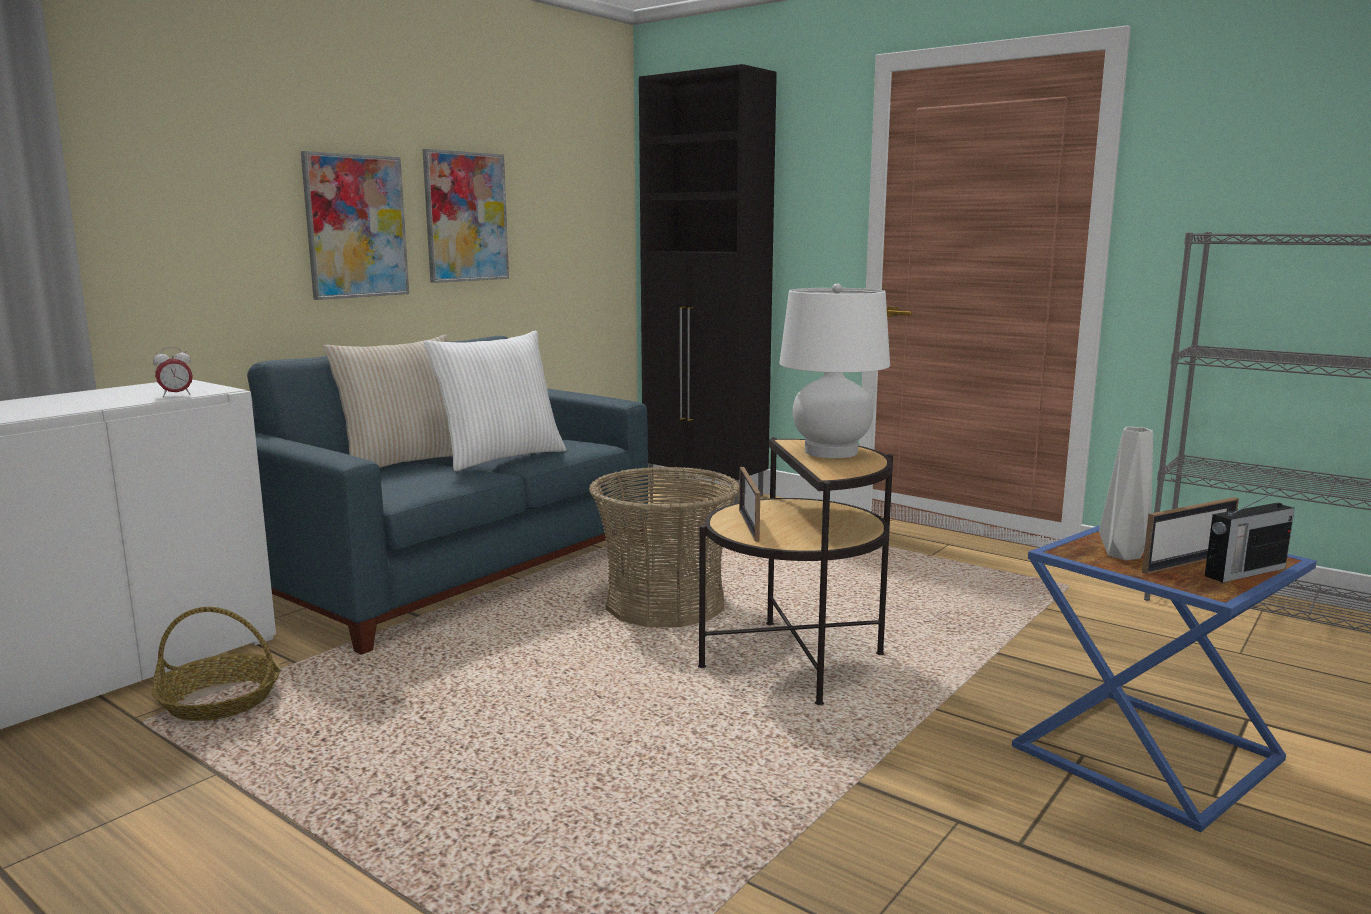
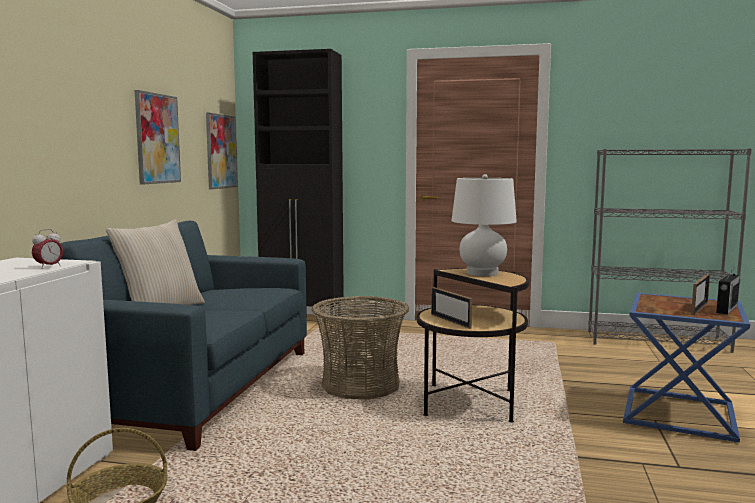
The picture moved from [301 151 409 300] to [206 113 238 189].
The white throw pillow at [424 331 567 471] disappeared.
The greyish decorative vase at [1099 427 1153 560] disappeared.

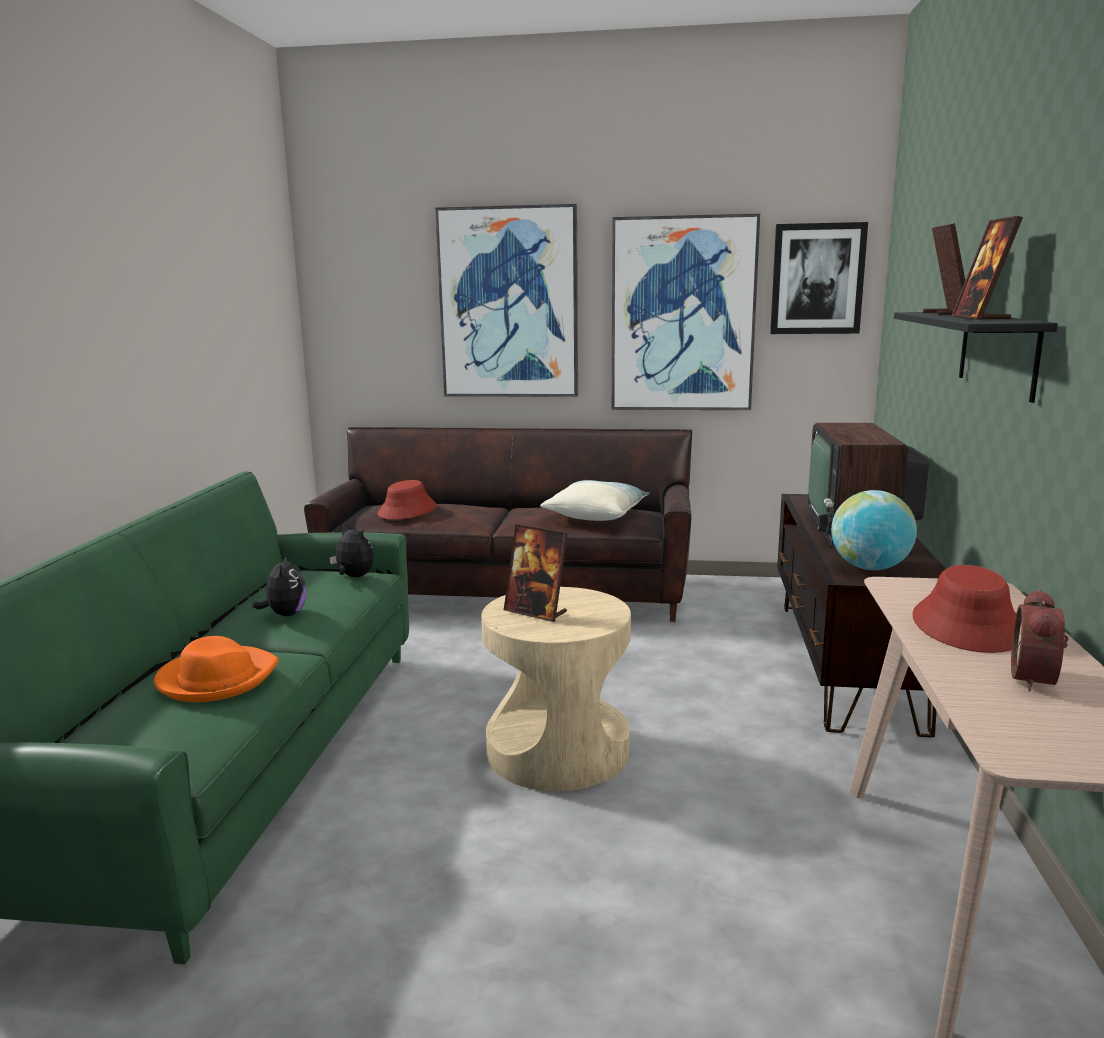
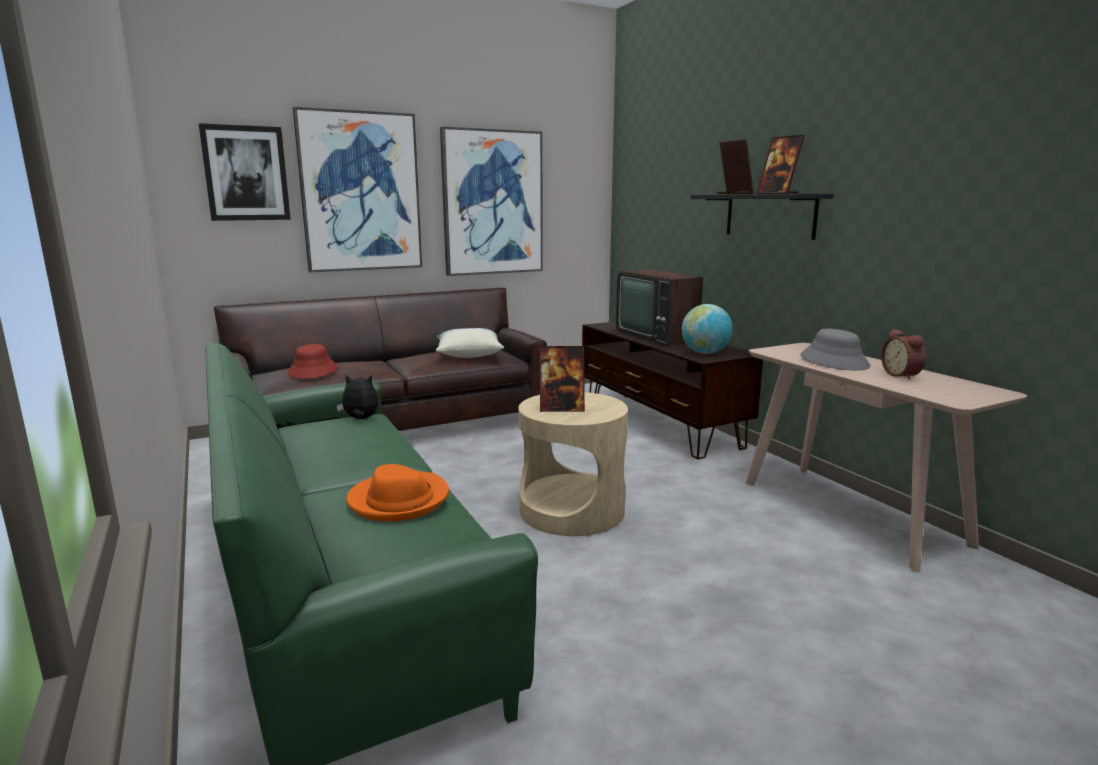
The cuddly toy at [252 554 306 616] disappeared.
The picture moved from [770 222 868 334] to [199 123 291 221].
The red-coloured wearable hat at [912 565 1016 653] became the greyish wearable hat at [800 329 871 370].

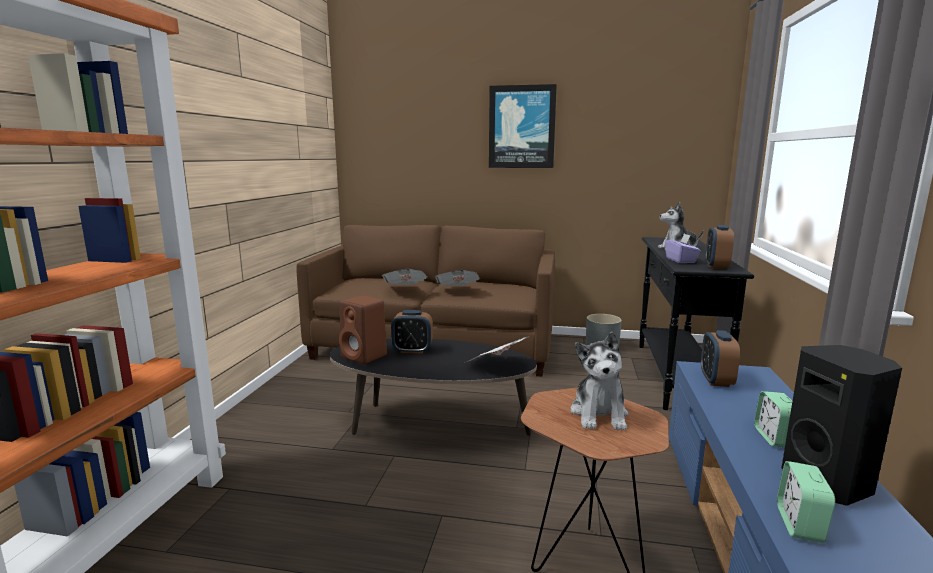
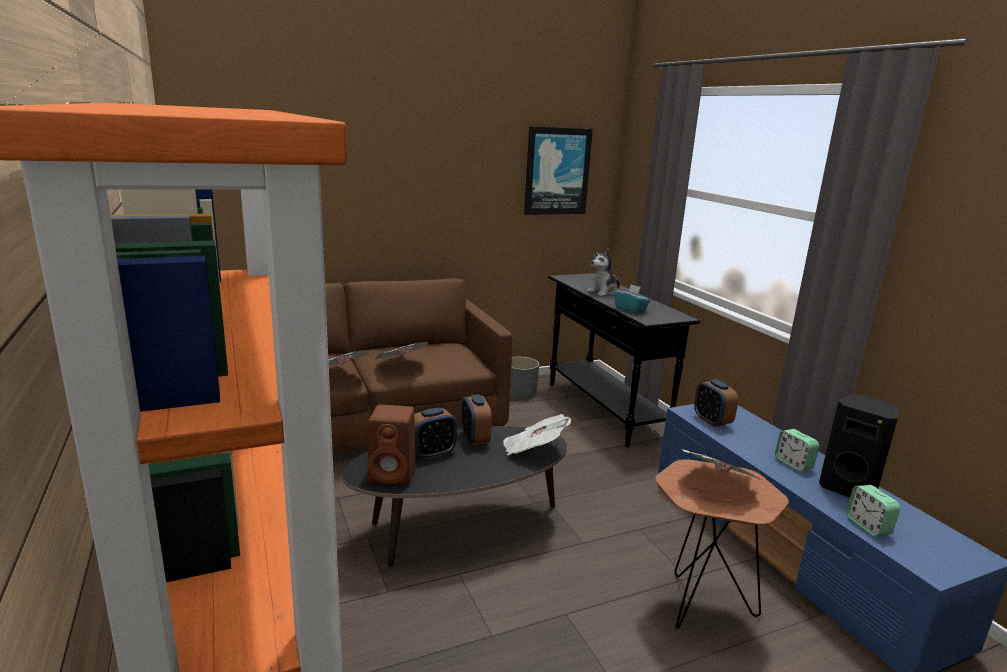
The picture moved from [489 84 557 168] to [524 126 593 215].
The cuddly toy at [570 332 629 430] was replaced by the newspaper at [681 449 761 480].
The purple-coloured tissue holder at [665 234 701 263] became the turquoise-coloured tissue holder at [614 284 650 314].
The table clock moved from [706 225 734 269] to [461 394 492 445].

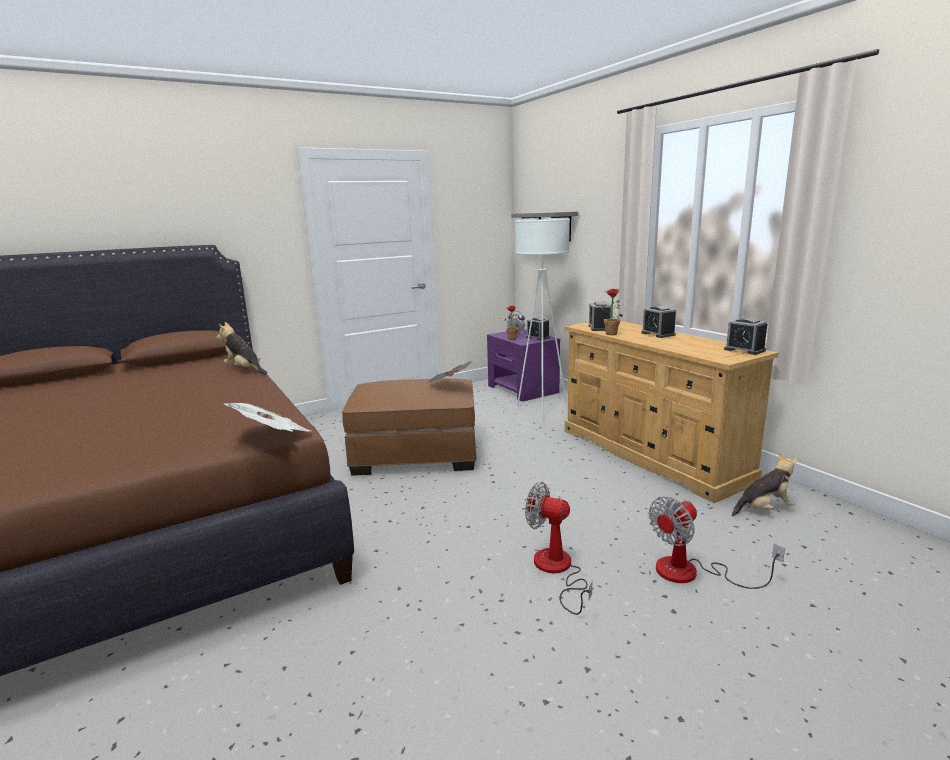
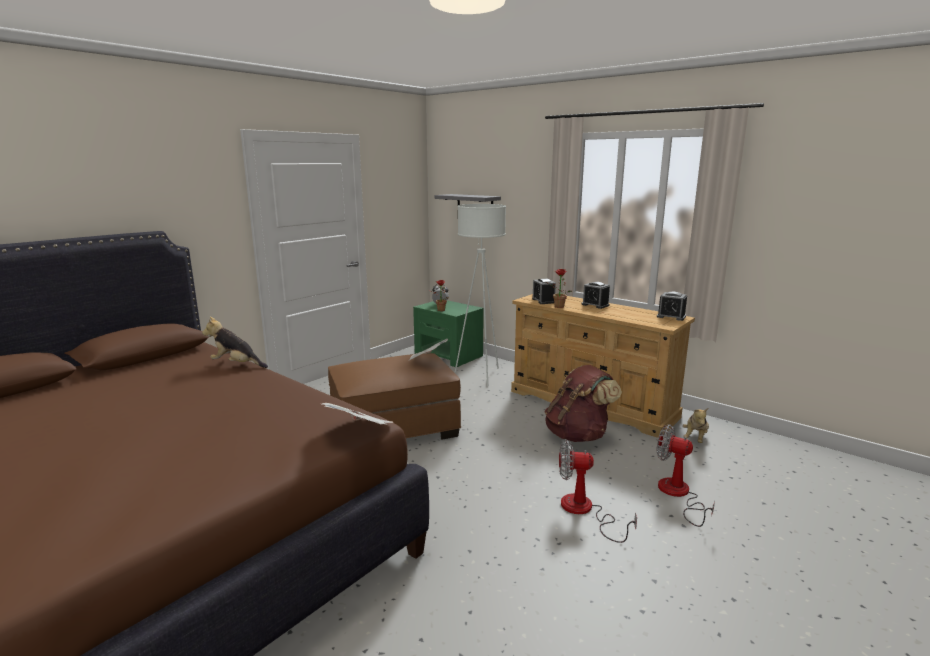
The purple-coloured night table at [487 329 560 402] became the greenish night table at [413 300 484 367].
The table clock at [526 317 550 340] disappeared.
The electric fan at [649 497 785 589] turned 90 degrees clockwise.
The cuddly toy at [732 453 798 516] turned 150 degrees clockwise.
The brownish knapsack at [545 365 622 442] appeared.

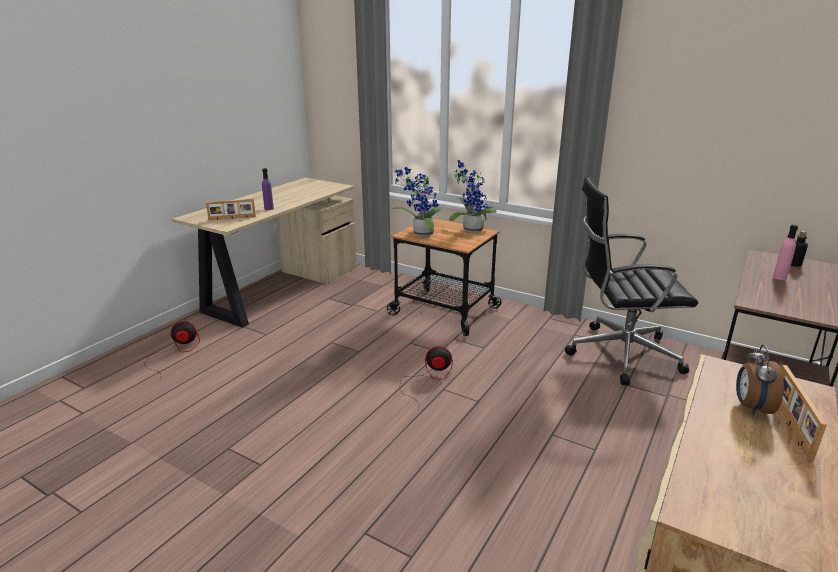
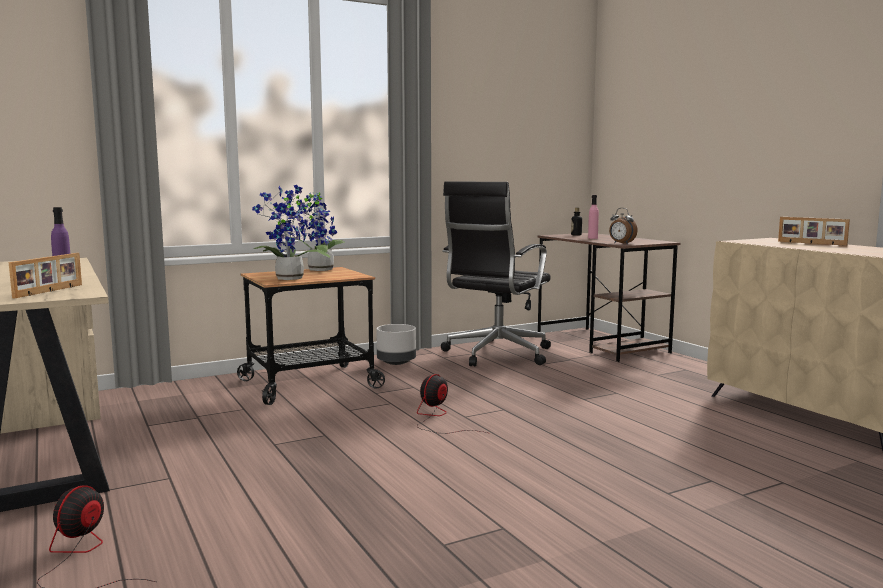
The table clock moved from [736 345 784 416] to [609 208 638 244].
The greyish flower pot at [376 324 416 365] appeared.

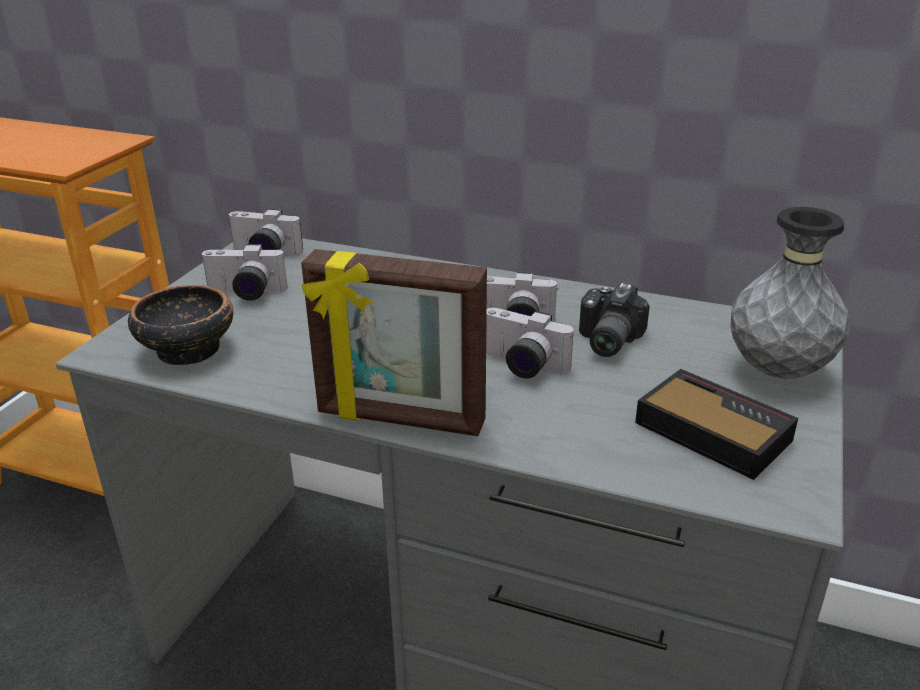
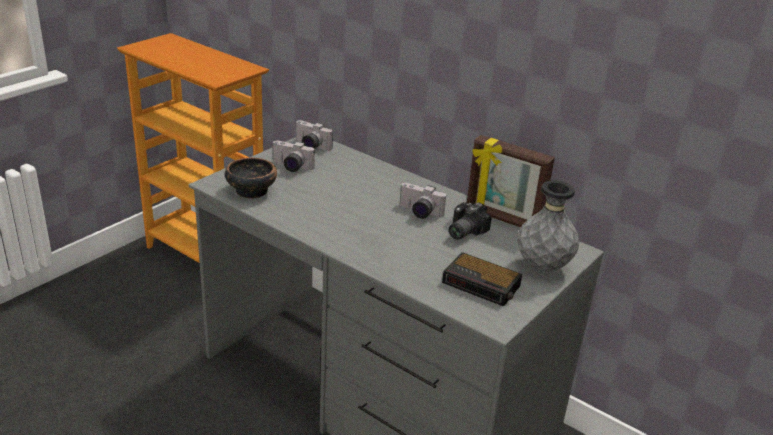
The standing frame moved from [301 249 487 436] to [467 135 555 227].
The still camera at [486 308 574 378] disappeared.
The table clock at [635 369 798 480] turned 150 degrees clockwise.

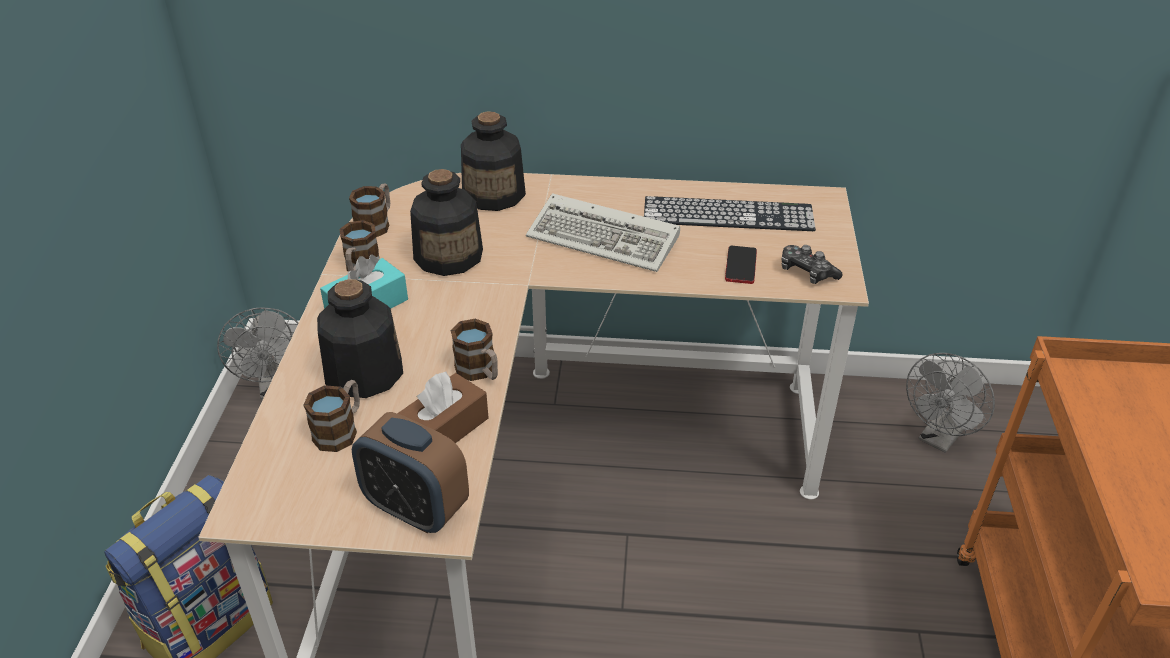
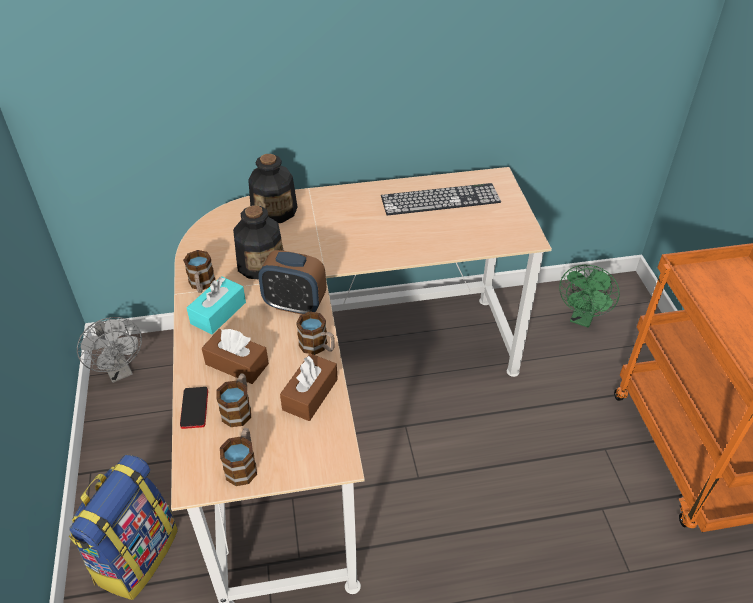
The drink bottle at [317 279 403 398] was replaced by the brownish tissue holder at [202 329 269 384].
The coffee mug moved from [349 184 390 237] to [220 428 257 486].
The table clock moved from [352 412 469 533] to [258 250 326 315].
The PC keyboard at [526 193 680 272] disappeared.
The handset moved from [725 245 757 284] to [180 387 208 429].
The gamepad at [781 245 843 284] disappeared.
The greyish electric fan at [906 353 995 453] became the greenish electric fan at [559 265 620 328].

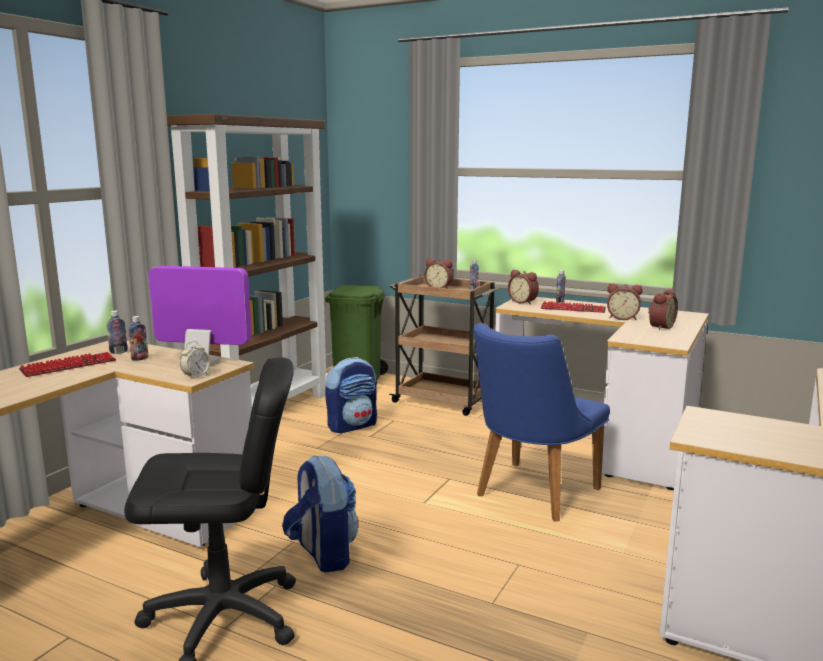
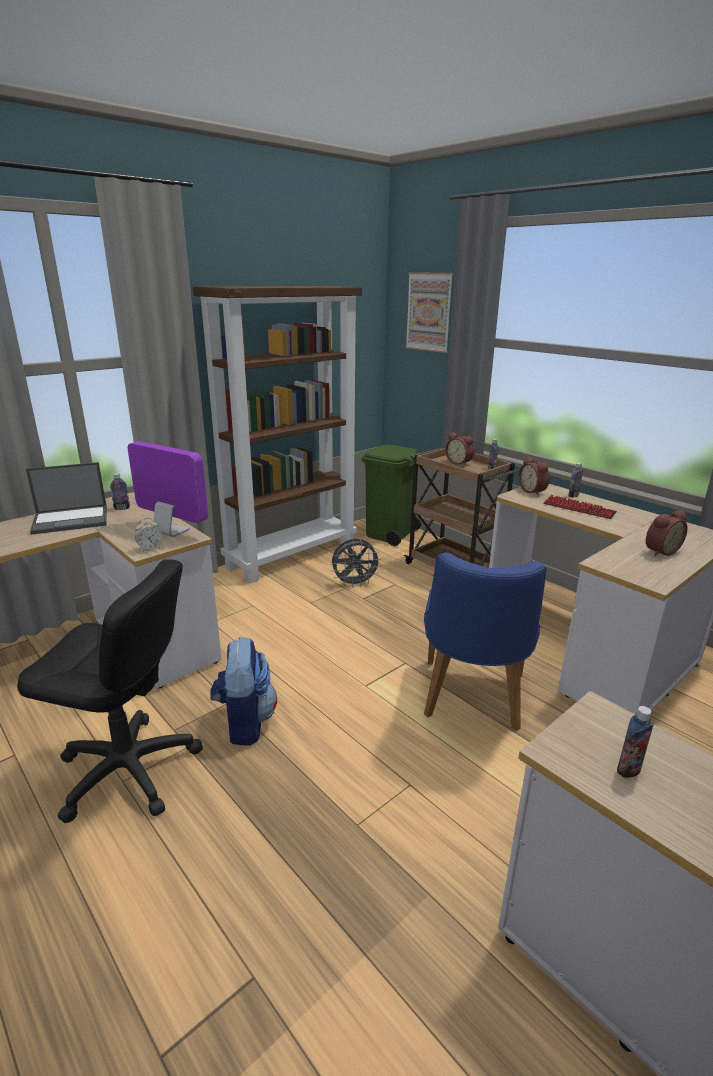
The PC keyboard at [19 352 116 377] was replaced by the portable computer at [26 462 107 535].
The drink bottle moved from [128 316 148 361] to [617 706 654 778].
The knapsack at [325 357 377 433] was replaced by the greyish electric fan at [331 539 382 588].
The blue-coloured plain chair at [474 323 610 521] turned 45 degrees counterclockwise.
The table clock at [607 283 643 320] disappeared.
The picture at [405 273 453 353] appeared.

